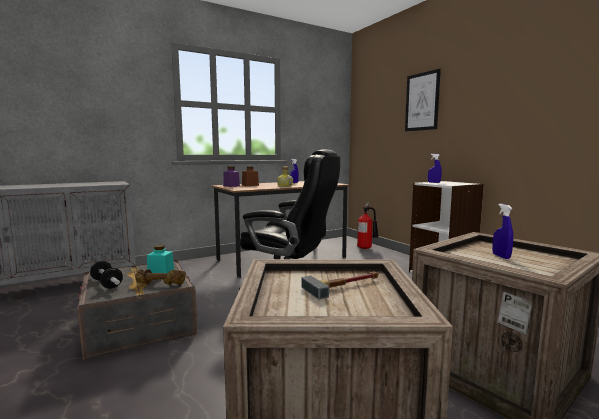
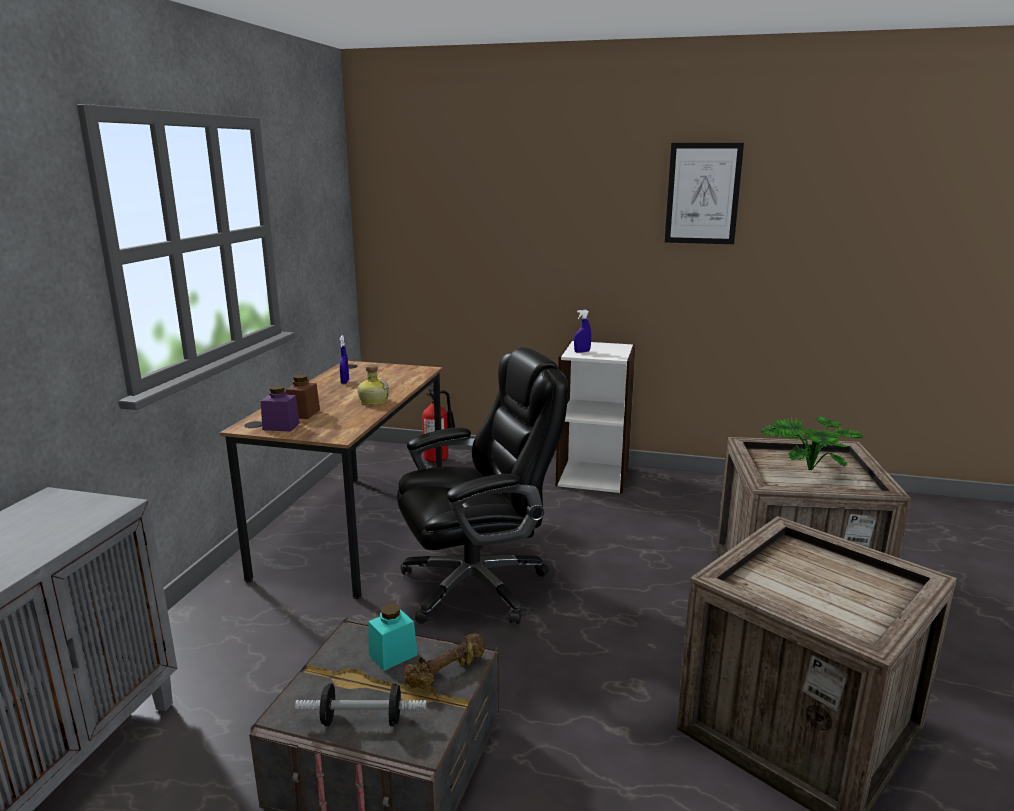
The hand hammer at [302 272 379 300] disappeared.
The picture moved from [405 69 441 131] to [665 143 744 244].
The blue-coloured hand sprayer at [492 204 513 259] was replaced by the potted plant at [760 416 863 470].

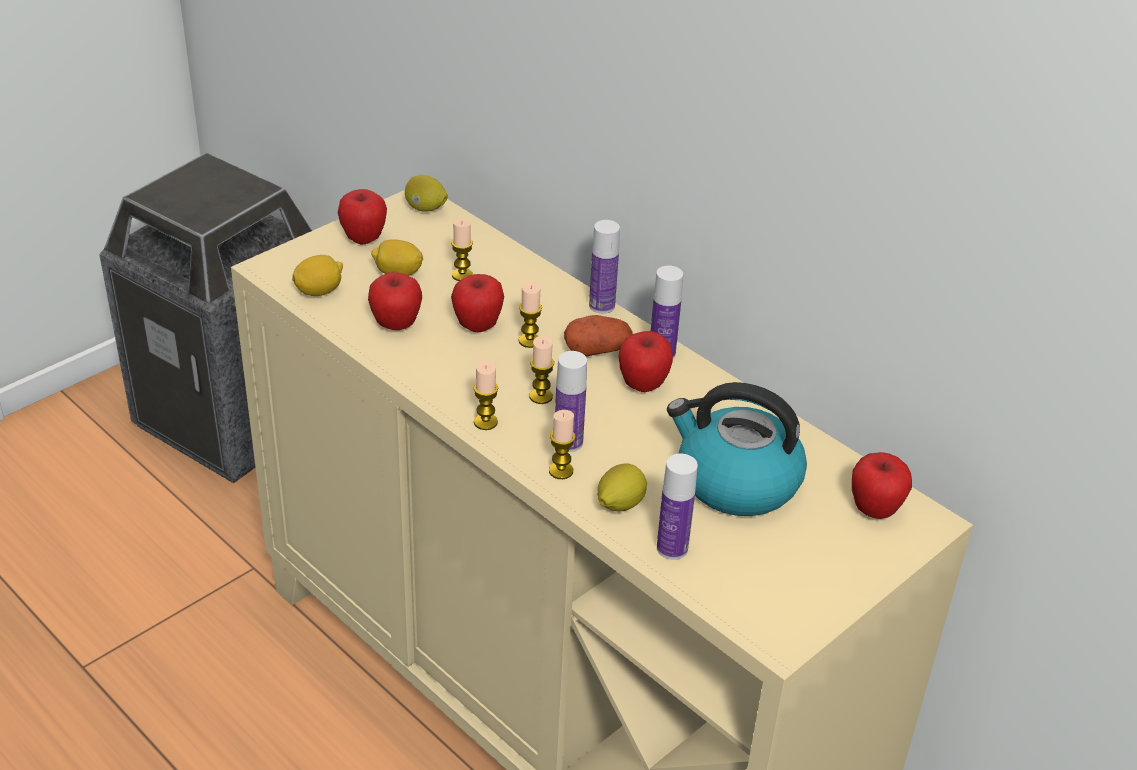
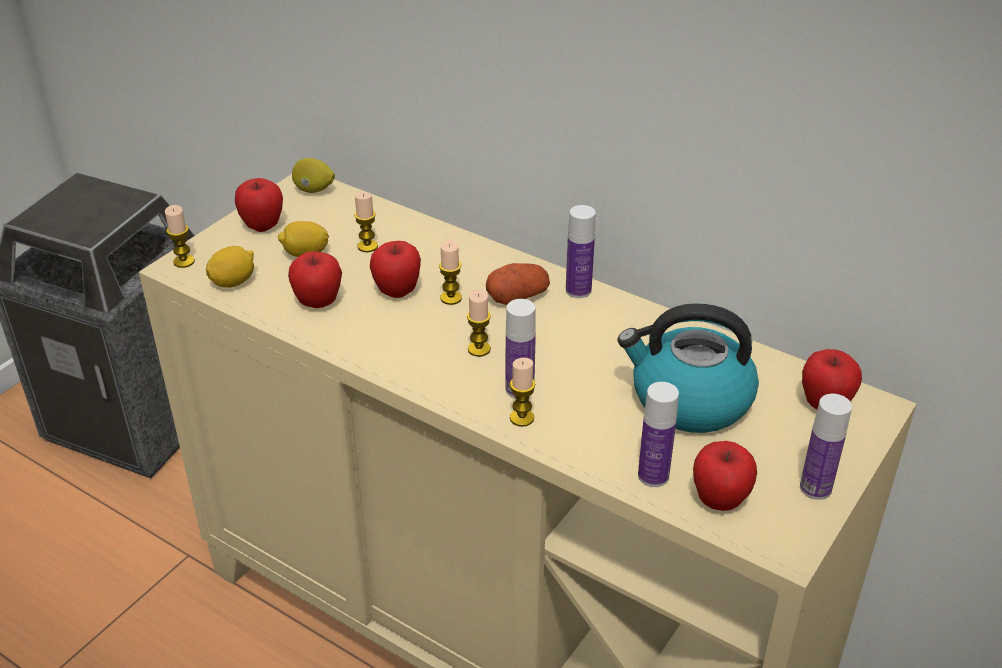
The candle moved from [474 360 498 430] to [165 205 195 268].
The drink bottle moved from [589 220 620 314] to [800 394 852 500].
The lemon at [597 464 647 511] disappeared.
The whole apple moved from [618 331 673 392] to [693 441 757 511].

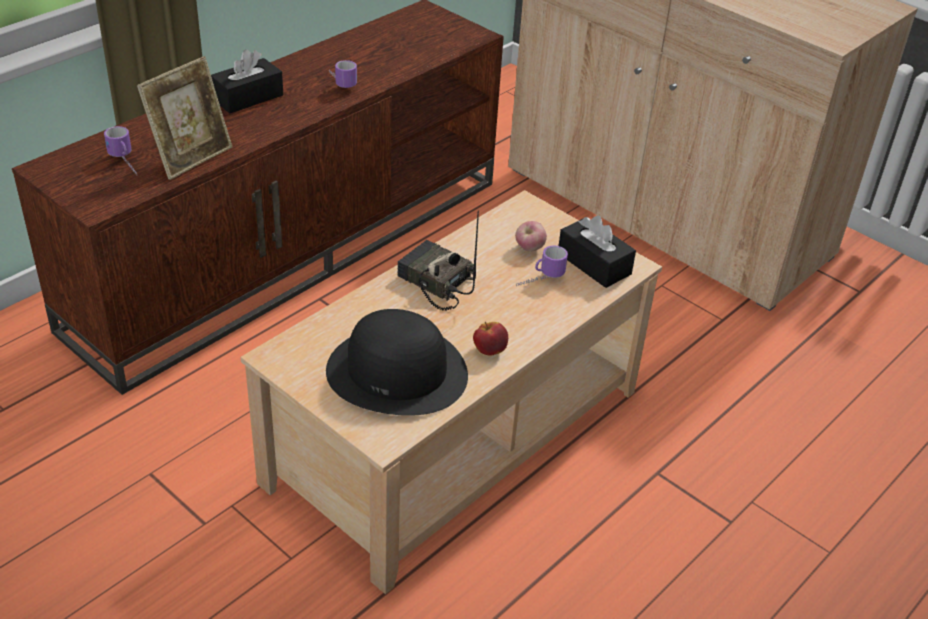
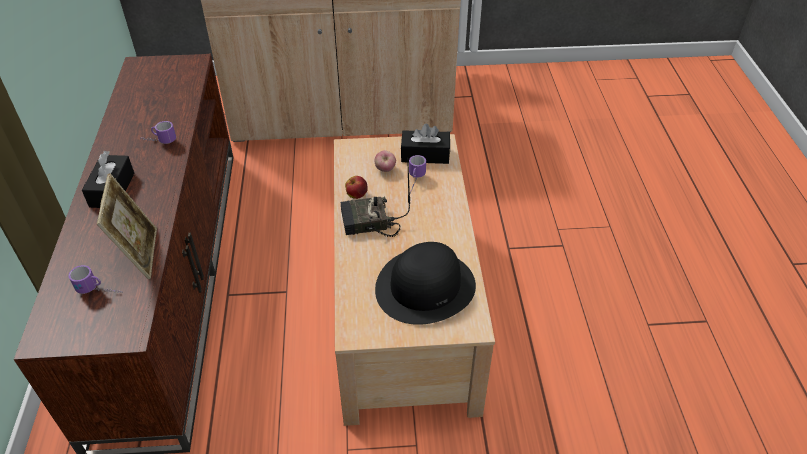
The whole apple moved from [473 322 508 356] to [345 176 368 199].

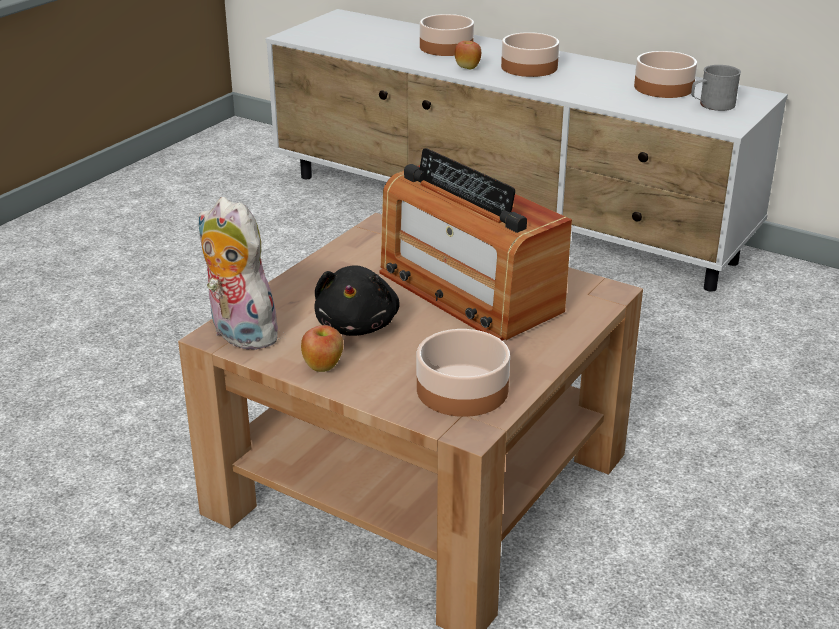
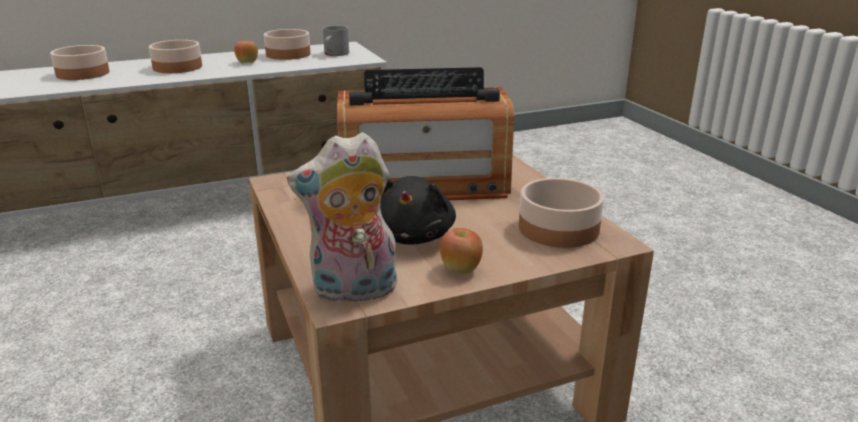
The black-coloured cuddly toy at [315 265 400 336] turned 60 degrees clockwise.
The whole apple moved from [455 41 481 69] to [234 41 258 63].

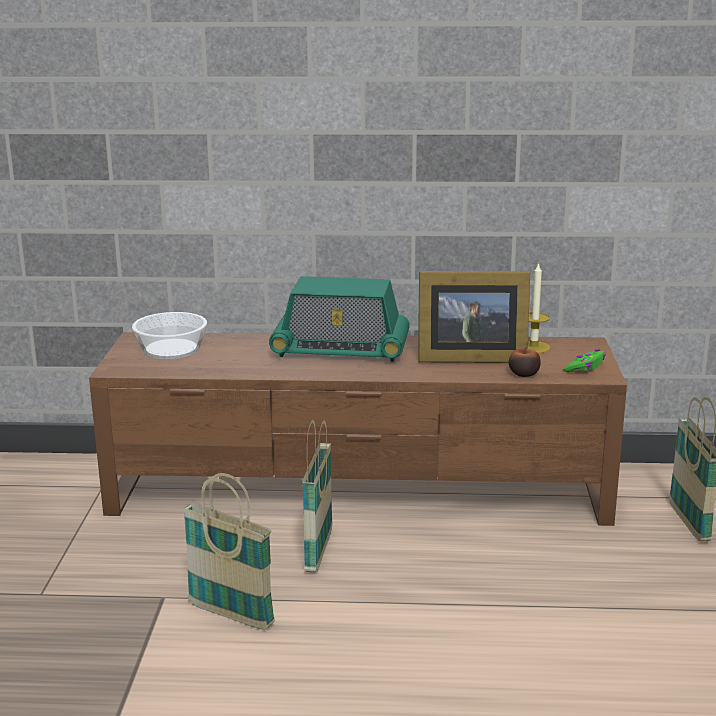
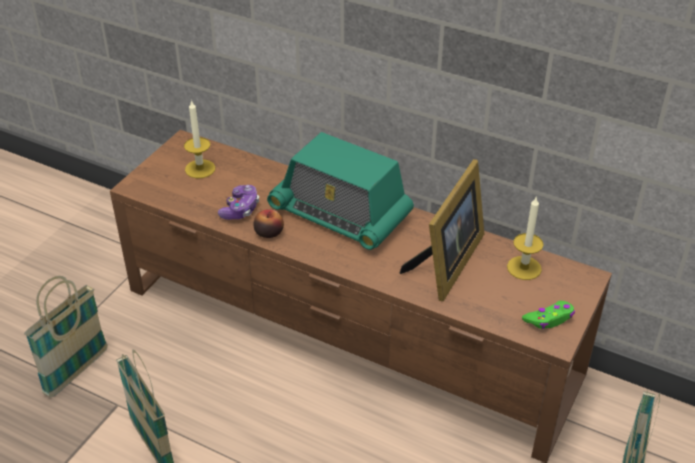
The serving bowl at [132 312 207 359] was replaced by the candle at [184 100 215 178].
The basket moved from [302 420 332 573] to [24 276 108 397].
The standing frame at [418 271 530 363] turned 90 degrees counterclockwise.
The whole apple moved from [509 347 541 377] to [254 209 284 238].
The gamepad at [218 185 259 220] appeared.

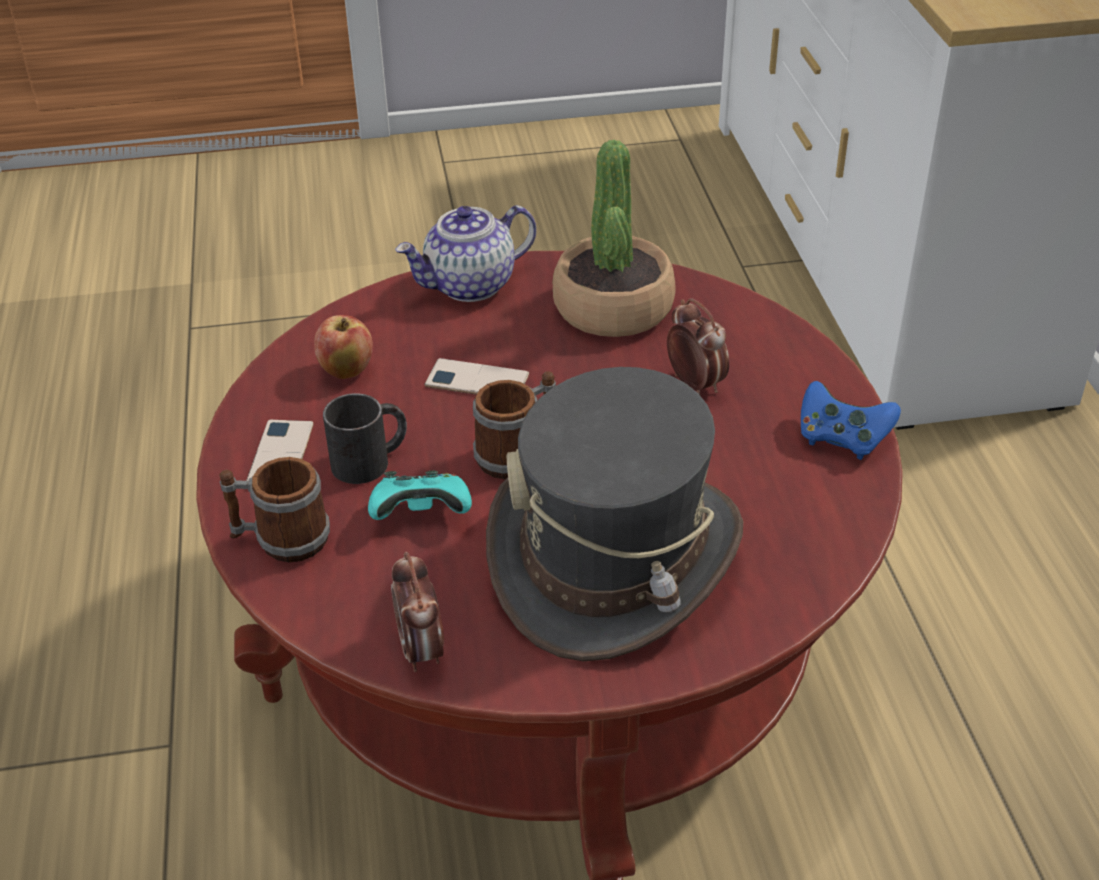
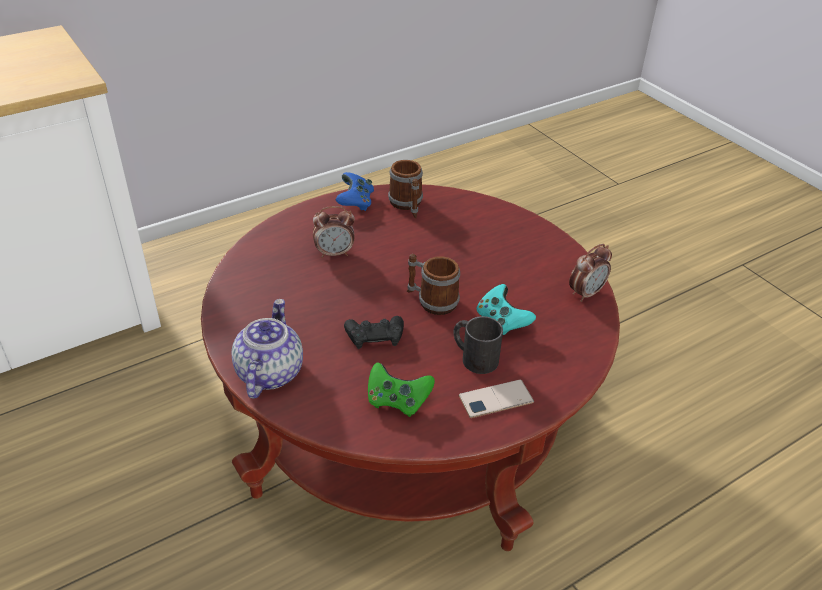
The coffee mug moved from [220 457 330 562] to [388 160 423 218].
The whole apple at [314 315 372 379] was replaced by the greenish gamepad at [368 363 435 417].
The tea pot at [395 205 536 302] turned 120 degrees counterclockwise.
The handset at [425 358 529 395] was replaced by the black-coloured gamepad at [344 316 404 349].
The greyish wearable hat at [486 367 743 661] disappeared.
The potted plant at [553 140 676 337] disappeared.
The table clock at [667 298 729 396] turned 135 degrees counterclockwise.

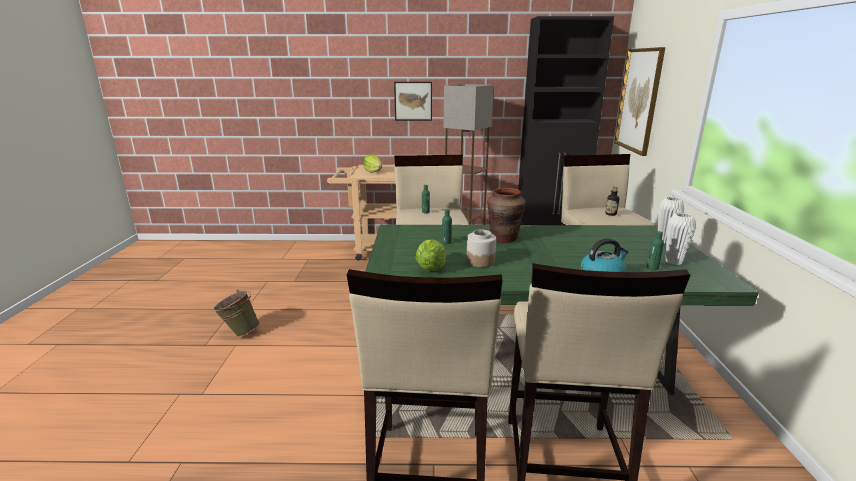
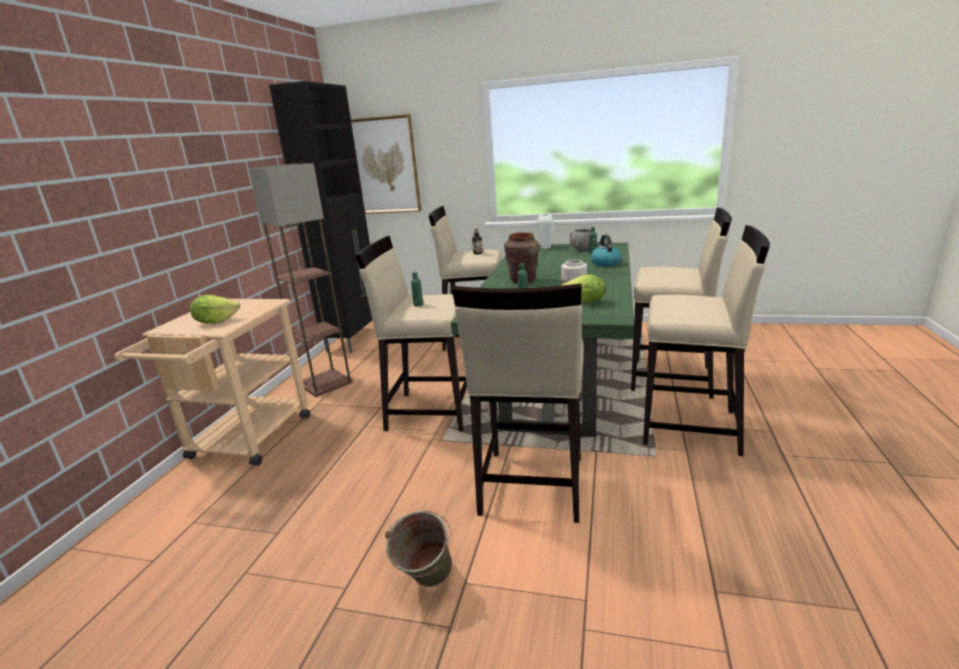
The picture at [394 82 432 121] disappeared.
The white decorative vase at [666 213 696 265] was replaced by the greyish serving bowl at [570 229 591 250].
The sand-coloured stool seat at [452 284 583 523] appeared.

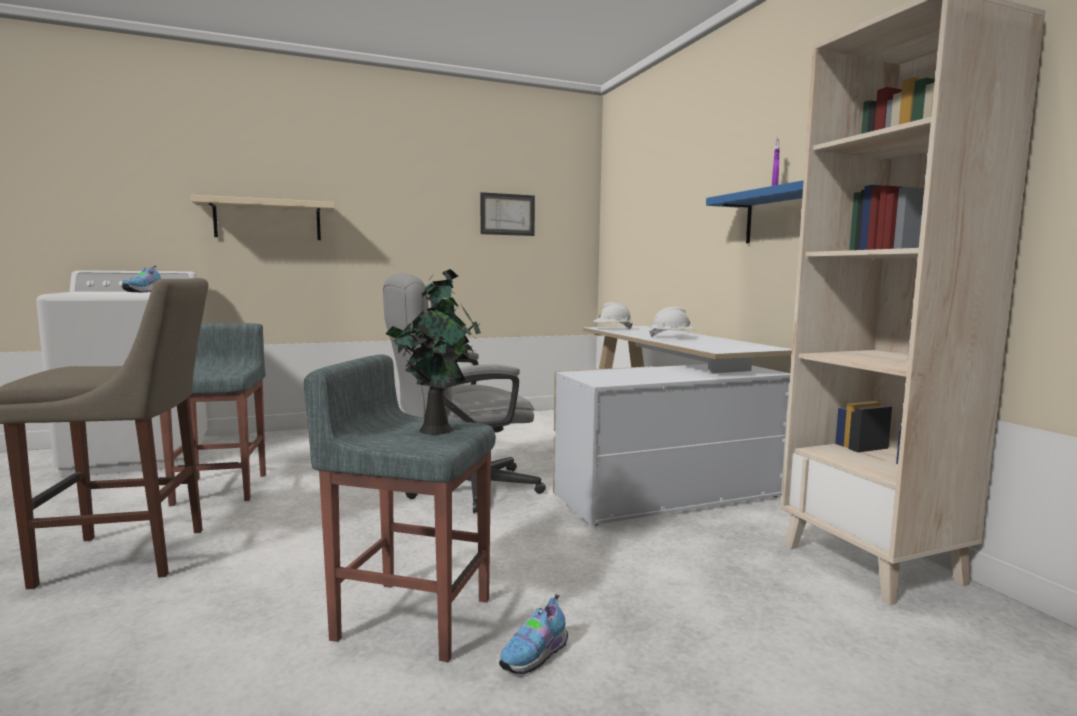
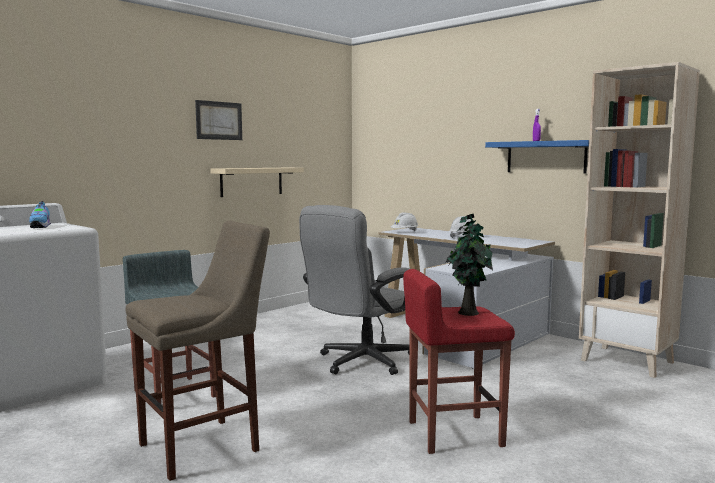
The sand-coloured bracket shelf moved from [191 195 335 240] to [210 168 304 197].
The greyish stool seat at [304 354 496 662] became the red-coloured stool seat at [403 269 515 454].
The picture moved from [480 192 535 236] to [195 100 242 140].
The shoe at [499 594 568 674] disappeared.

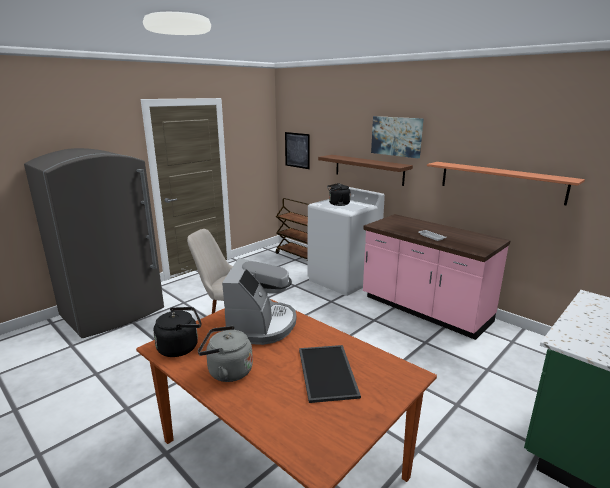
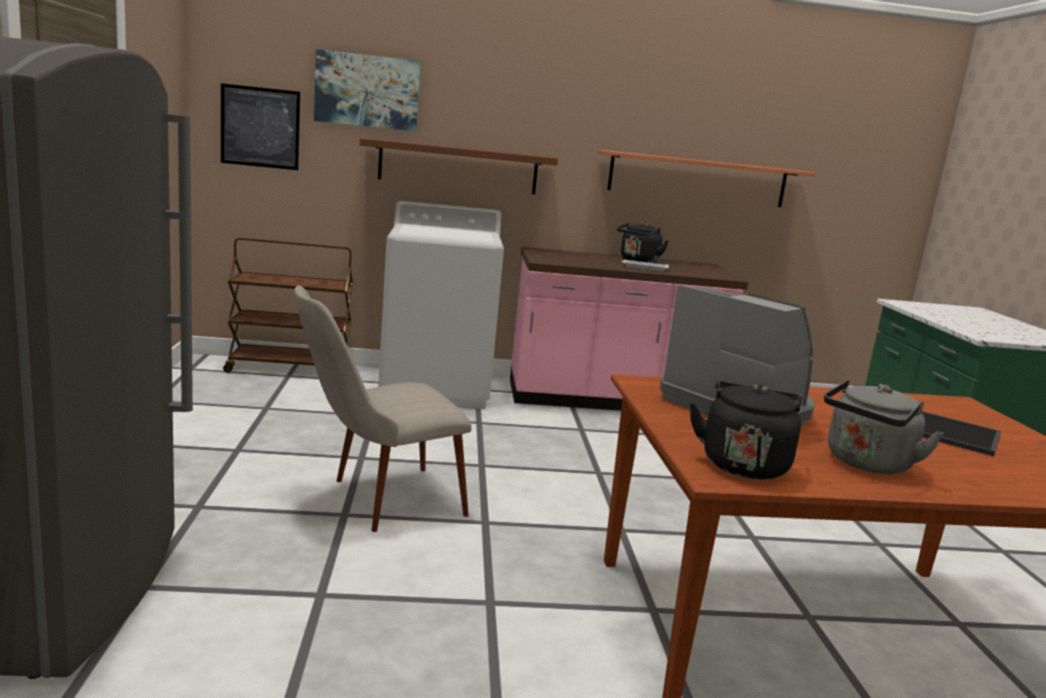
The black-coloured kettle moved from [327 183 351 206] to [617 222 669 263].
The picture moved from [371 116 424 158] to [314 49 421 131].

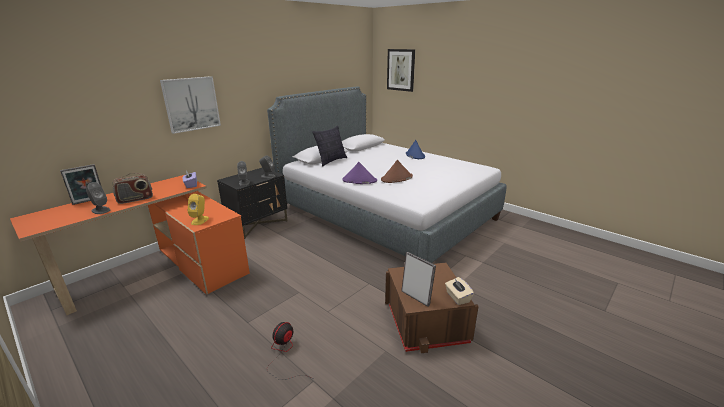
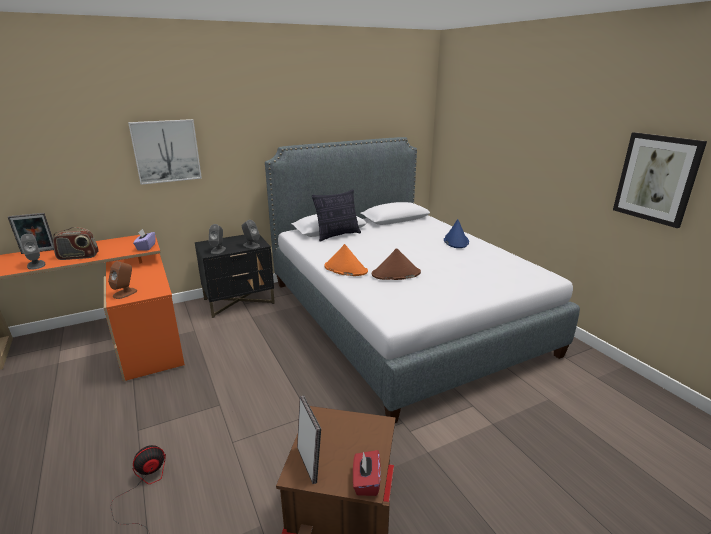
The yellow-coloured speaker at [188 194 209 225] became the brownish speaker at [108 261 137 299].
The purple-coloured wearable hat at [342 162 377 184] became the orange-coloured wearable hat at [324 244 368 276].
The picture moved from [387 49 415 92] to [613 132 707 228].
The sand-coloured tissue holder at [445 277 474 305] became the red-coloured tissue holder at [353 450 381 496].

